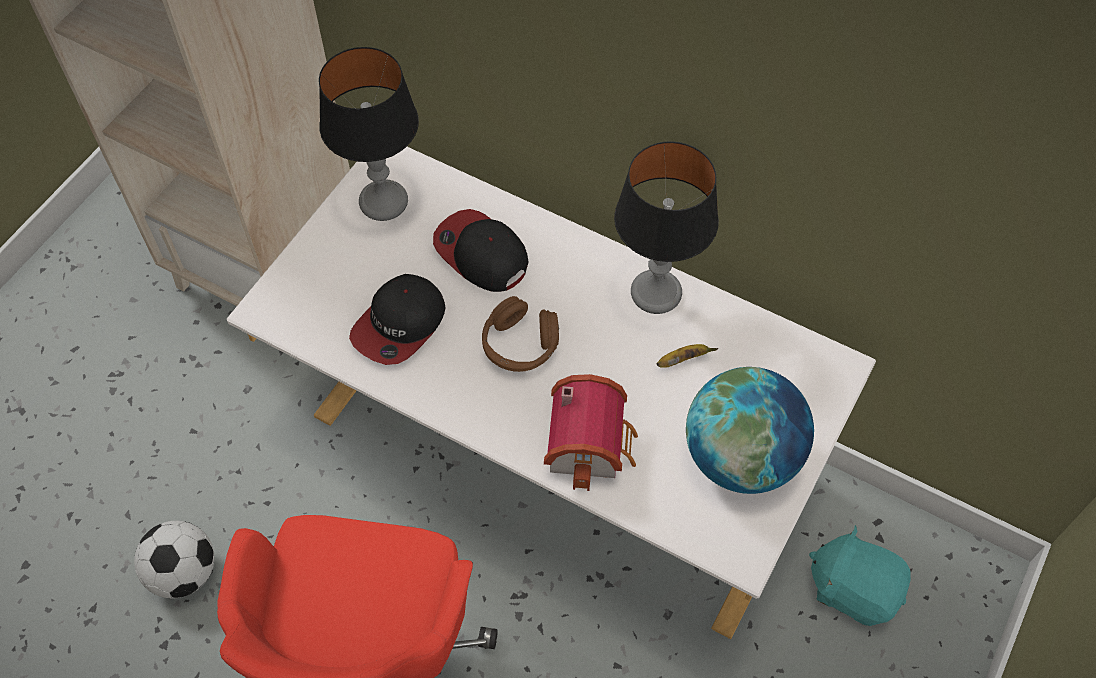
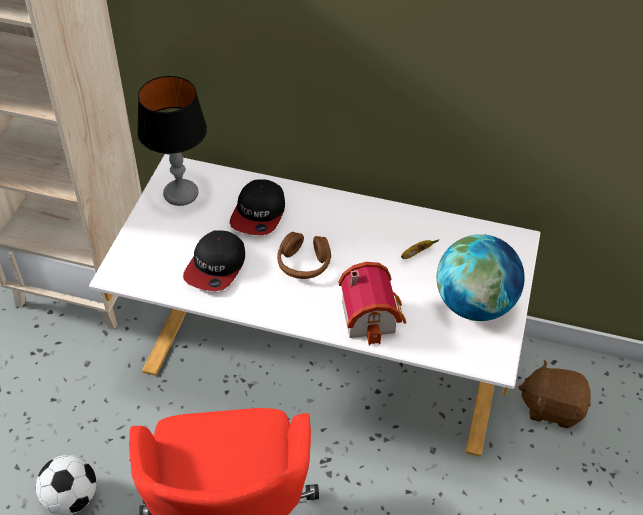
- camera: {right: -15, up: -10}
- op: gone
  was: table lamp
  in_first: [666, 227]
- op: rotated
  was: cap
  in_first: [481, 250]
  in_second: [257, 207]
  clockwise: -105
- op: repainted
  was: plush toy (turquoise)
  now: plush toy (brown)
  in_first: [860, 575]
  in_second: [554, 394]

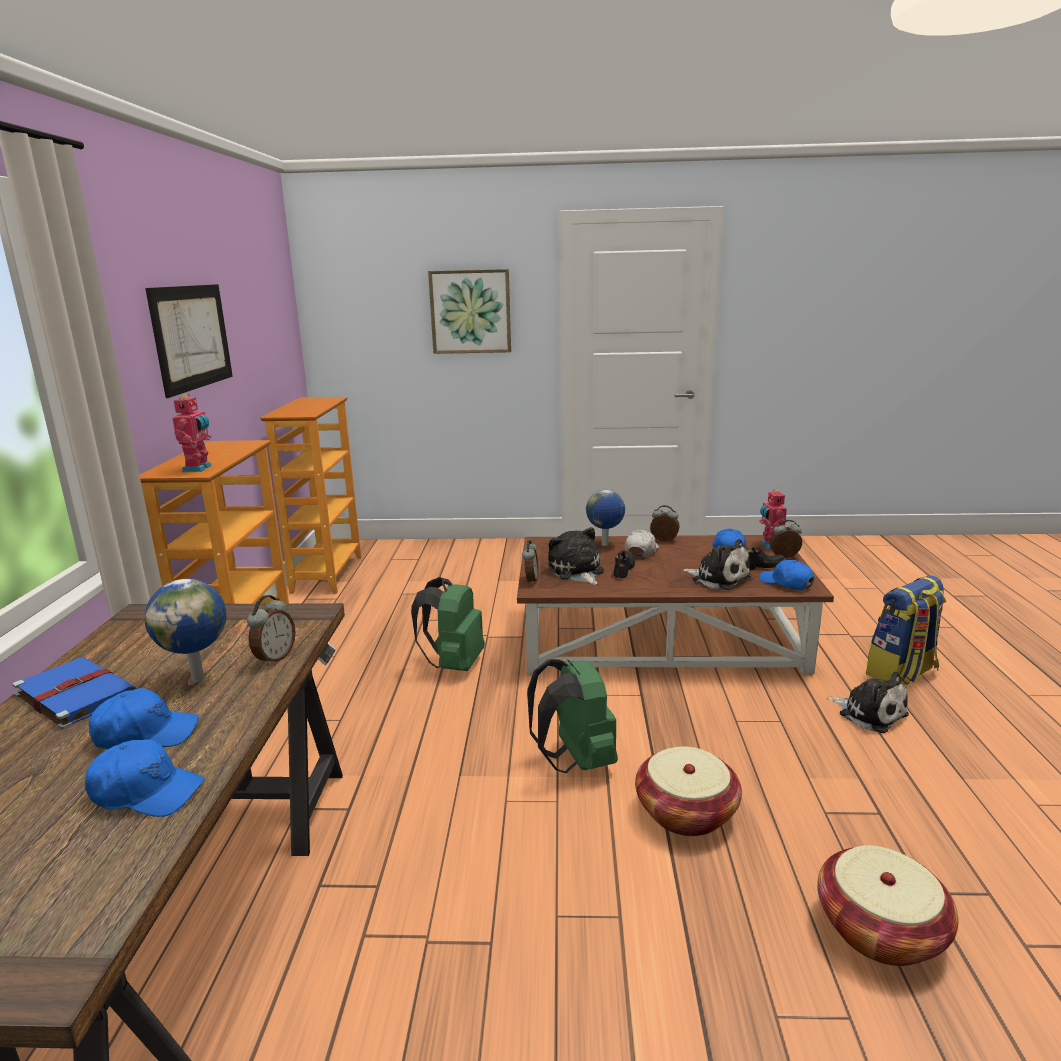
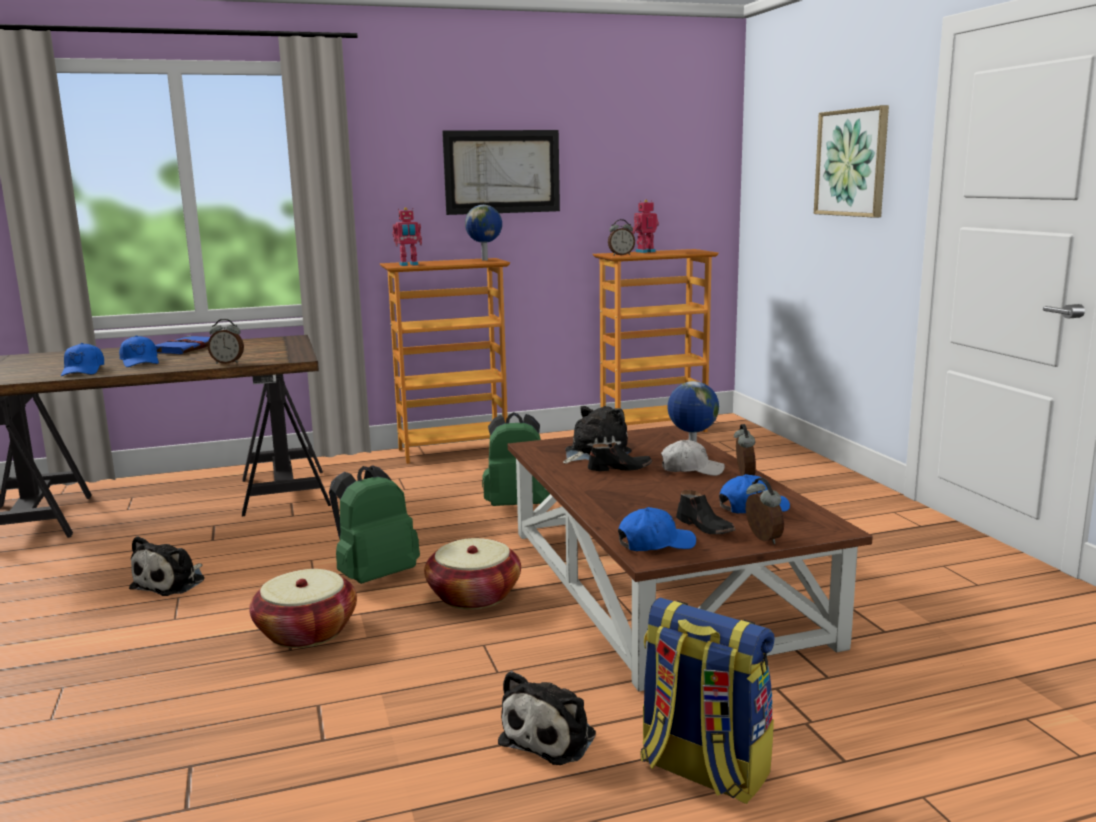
- camera: {right: 70, up: -5}
- op: shifted
  was: toy robot
  in_first: [773, 519]
  in_second: [645, 226]
- op: shifted
  was: plush toy
  in_first: [716, 564]
  in_second: [167, 566]
- op: shifted
  was: alarm clock
  in_first: [530, 562]
  in_second: [621, 237]
- op: rotated
  was: cap (blue)
  in_first: [786, 575]
  in_second: [657, 529]
  clockwise: 45
- op: shifted
  was: globe
  in_first: [185, 630]
  in_second: [483, 233]
- op: shifted
  was: basket
  in_first: [888, 905]
  in_second: [472, 574]

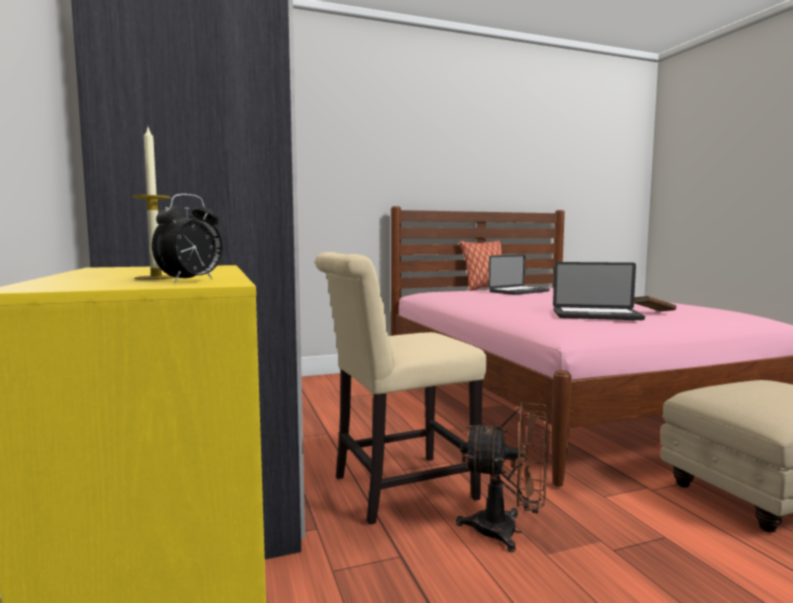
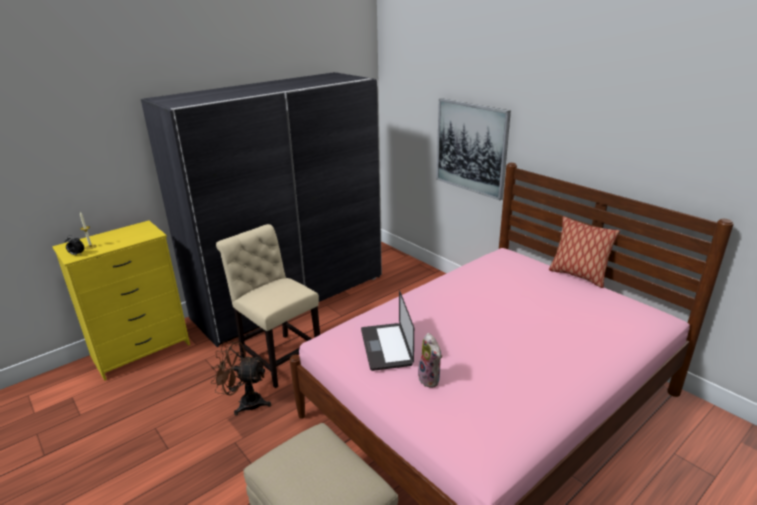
- camera: {right: 70, up: 20}
- op: gone
  was: laptop
  in_first: [519, 275]
- op: swapped
  was: book (brown)
  now: plush toy
  in_first: [655, 303]
  in_second: [430, 360]
- op: rotated
  was: fan (brown)
  in_first: [502, 477]
  in_second: [241, 378]
  clockwise: 105
- op: new
  now: picture
  in_second: [473, 149]

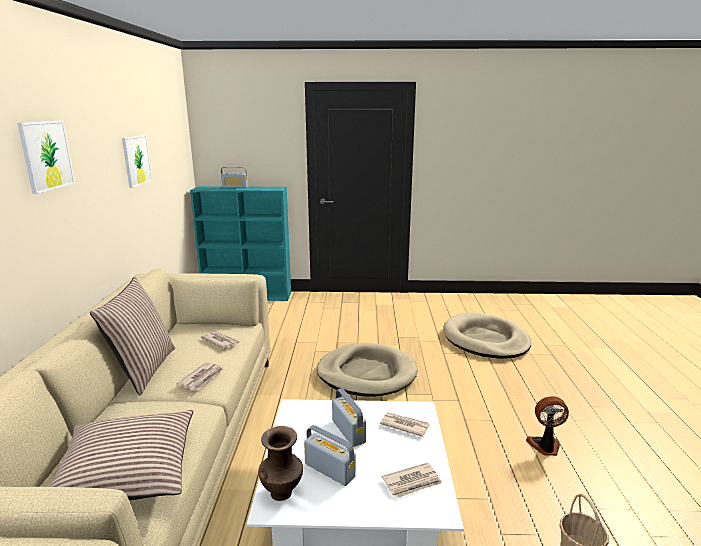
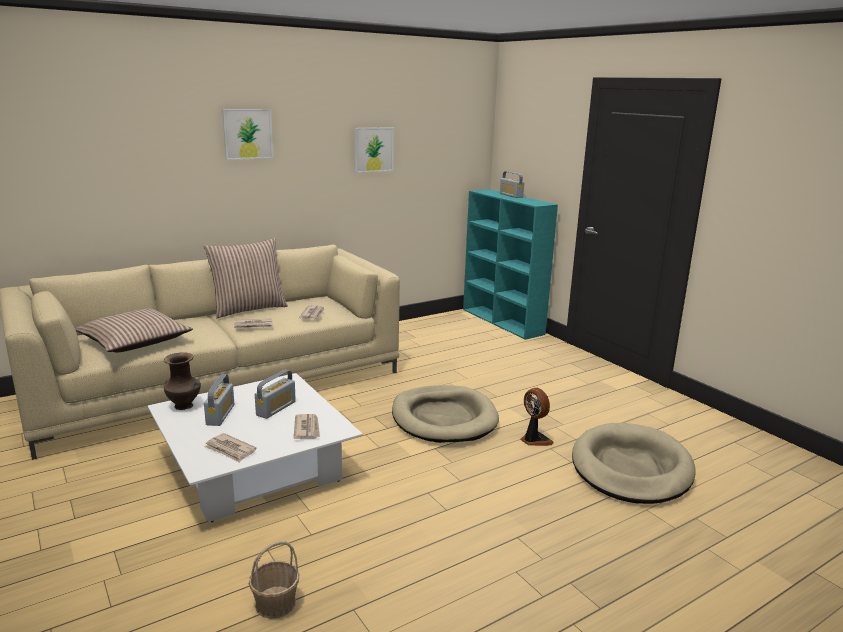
- camera: {right: 55, up: 0}
- op: shifted
  was: fan
  in_first: [547, 426]
  in_second: [537, 417]

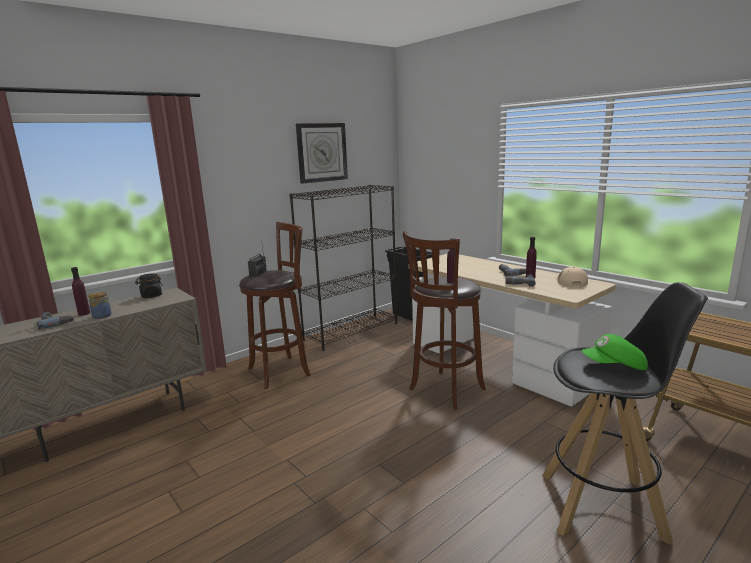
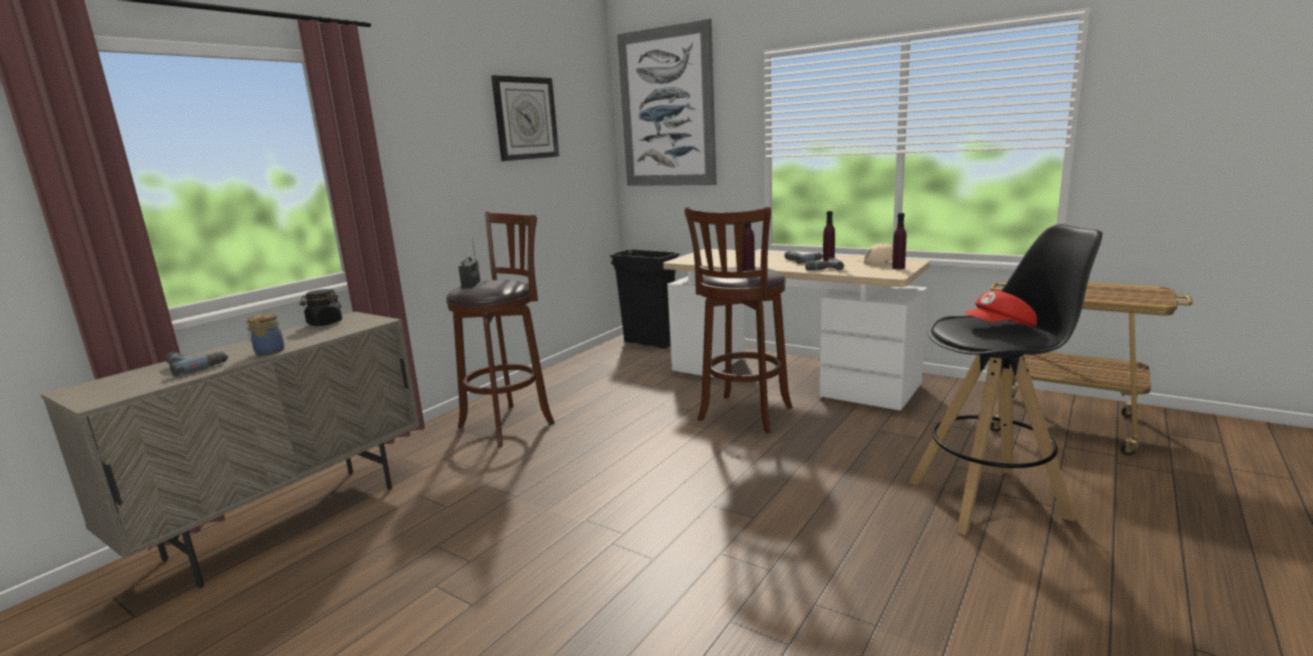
- camera: {right: -15, up: 0}
- op: gone
  was: bookcase (black)
  in_first: [343, 268]
- op: shifted
  was: bottle (purple)
  in_first: [80, 291]
  in_second: [899, 241]
- op: repainted
  was: cap (green)
  now: cap (red)
  in_first: [615, 352]
  in_second: [1000, 309]
- op: new
  now: picture
  in_second: [666, 102]

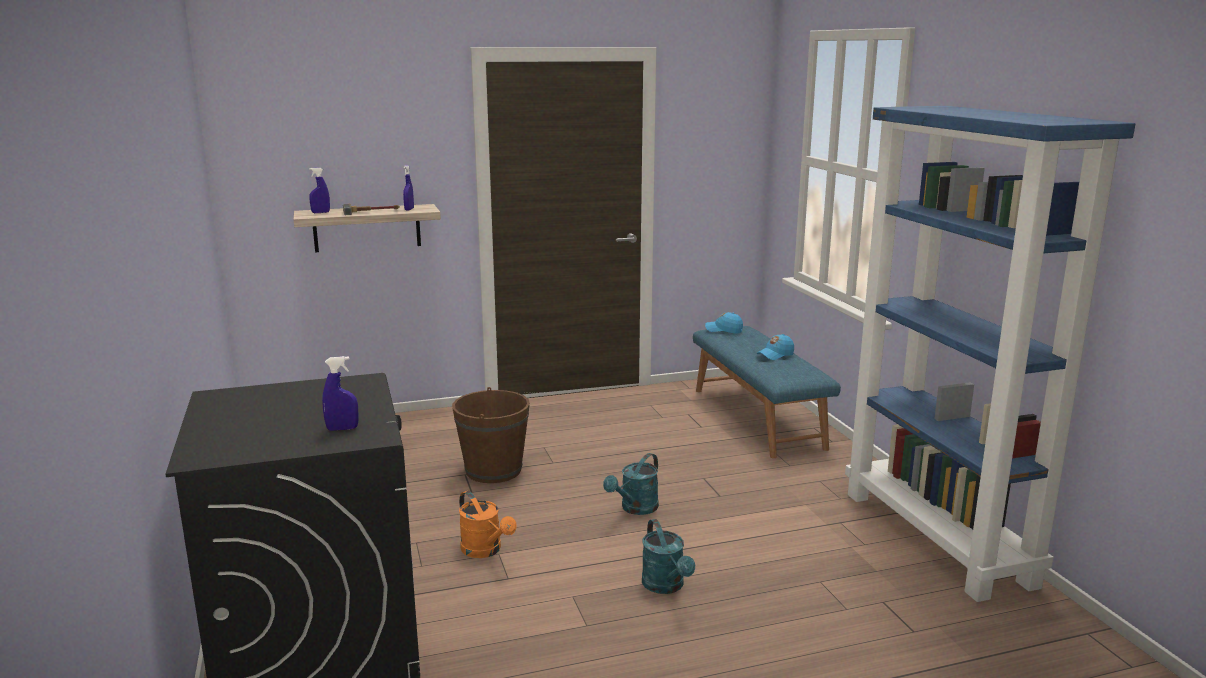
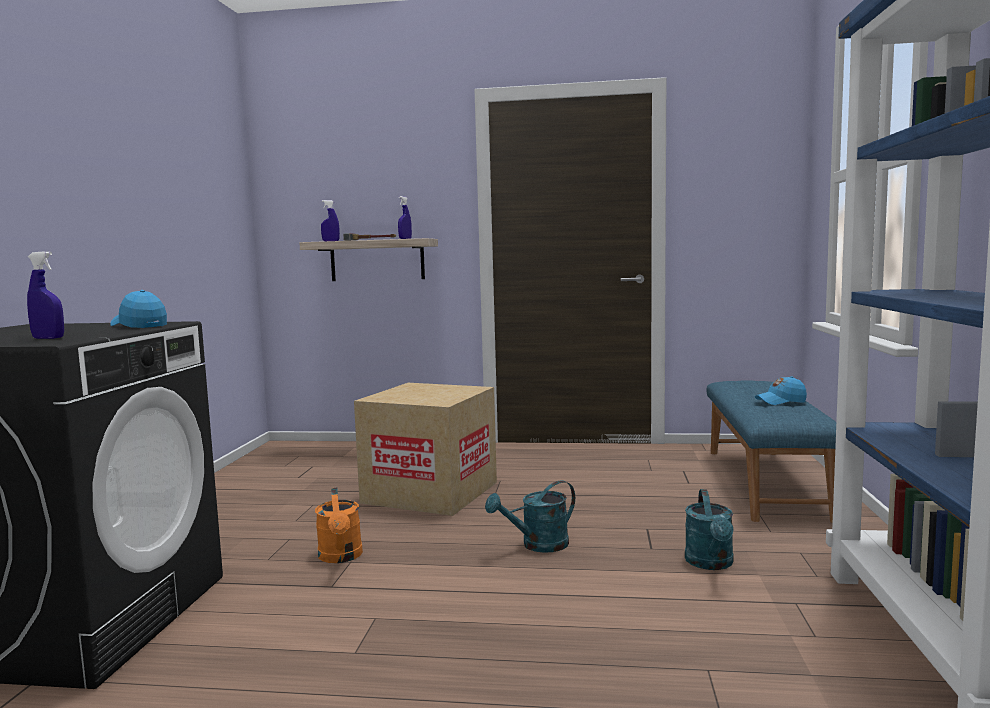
- camera: {right: 25, up: -10}
- op: shifted
  was: cap (blue)
  in_first: [724, 323]
  in_second: [138, 309]
- op: swapped
  was: bucket (brown)
  now: cardboard box
  in_first: [491, 435]
  in_second: [425, 449]
- op: shifted
  was: watering can (turquoise)
  in_first: [668, 556]
  in_second: [709, 529]

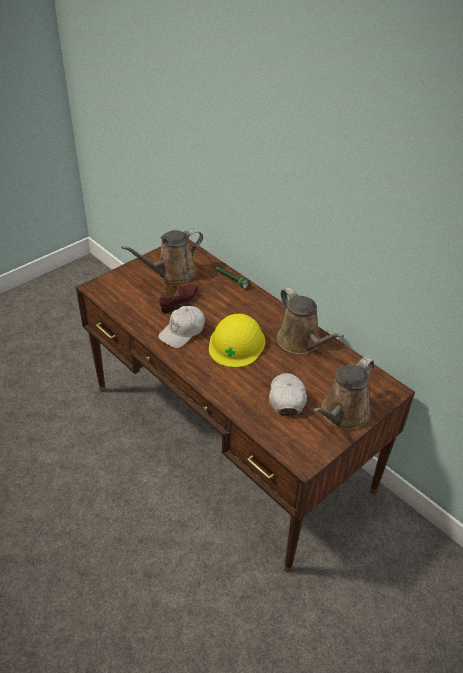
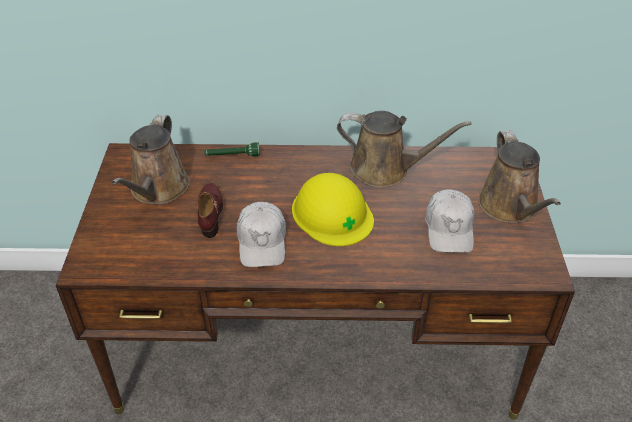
- camera: {right: -45, up: 0}
- op: rotated
  was: cap (white)
  in_first: [288, 394]
  in_second: [450, 221]
  clockwise: -135

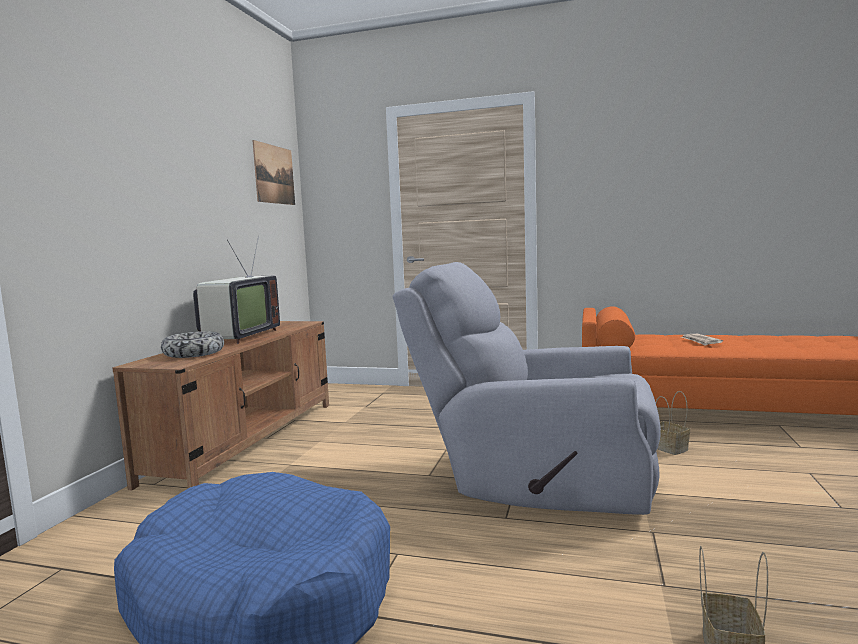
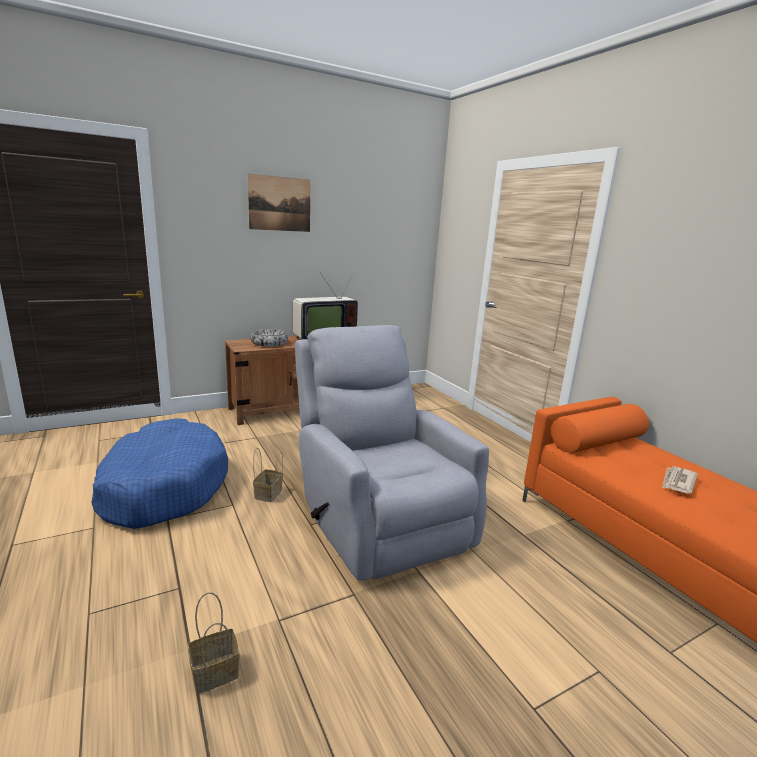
- camera: {right: 45, up: 10}
- op: shifted
  was: picture
  in_first: [274, 172]
  in_second: [279, 203]
- op: shifted
  was: basket
  in_first: [673, 423]
  in_second: [268, 475]

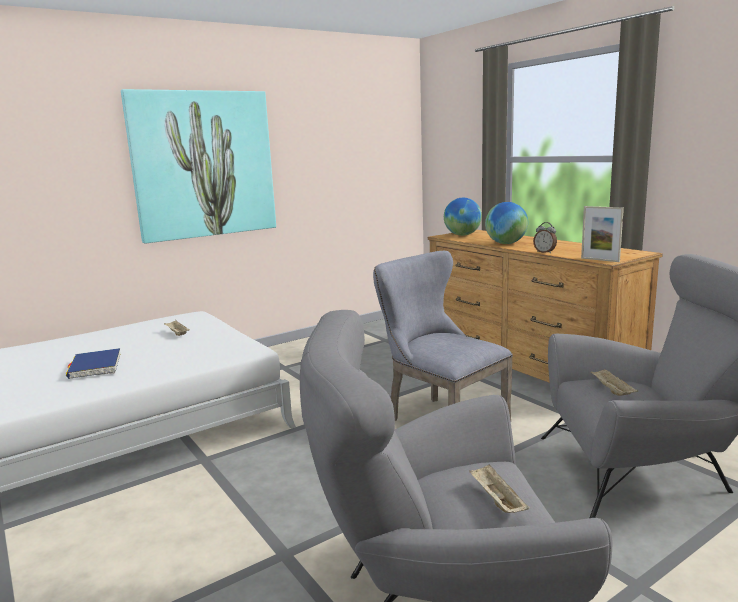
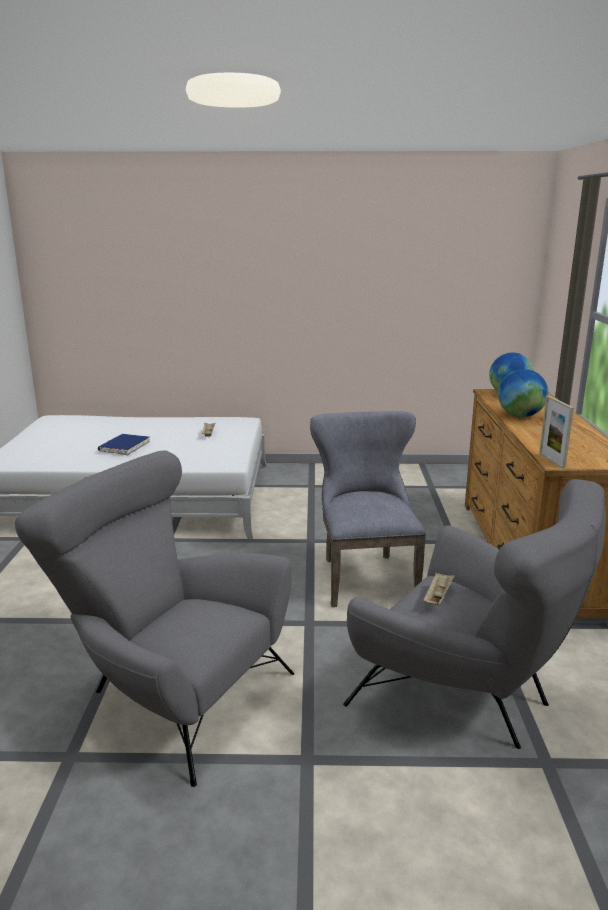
- camera: {right: 35, up: 5}
- op: gone
  was: picture
  in_first: [198, 166]
- op: gone
  was: alarm clock
  in_first: [545, 238]
- op: gone
  was: tray (beige)
  in_first: [499, 488]

